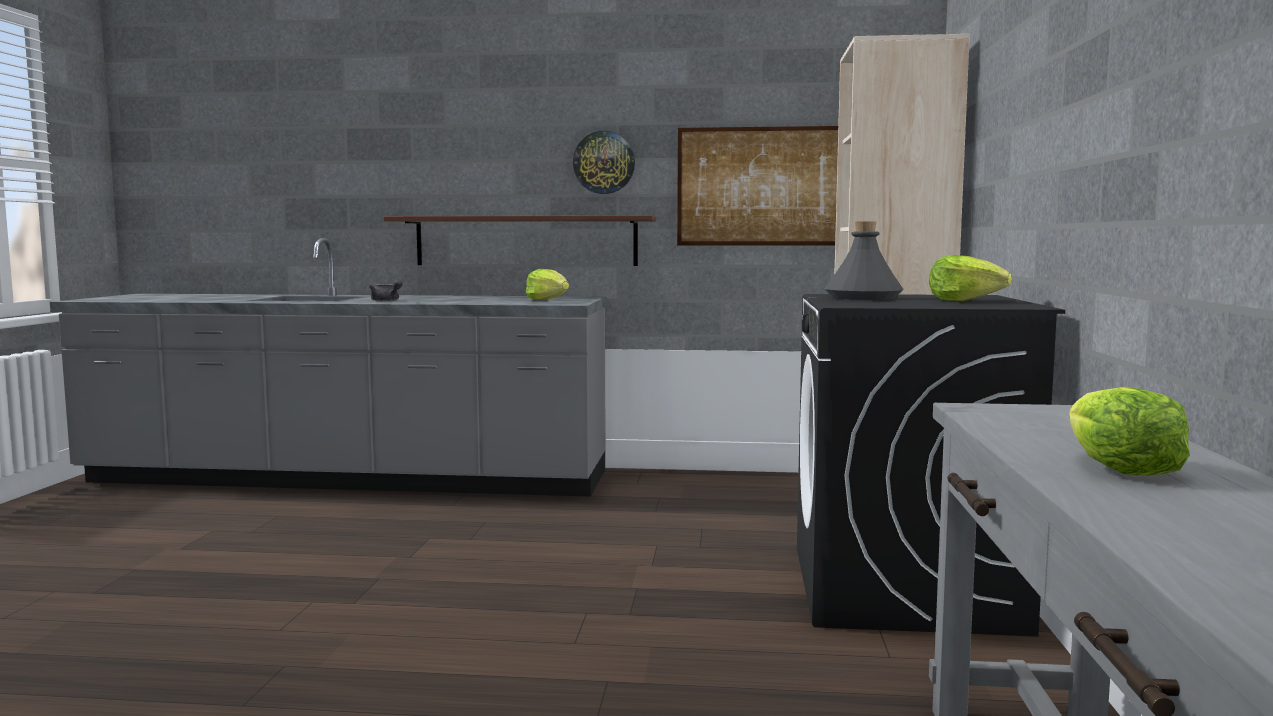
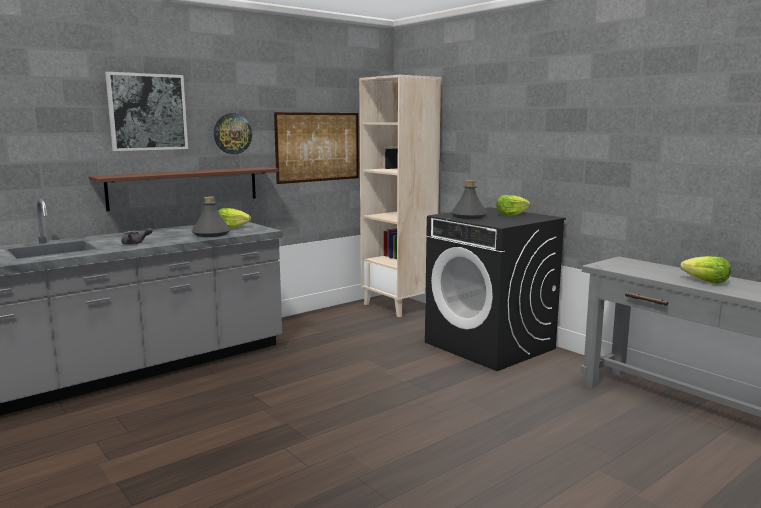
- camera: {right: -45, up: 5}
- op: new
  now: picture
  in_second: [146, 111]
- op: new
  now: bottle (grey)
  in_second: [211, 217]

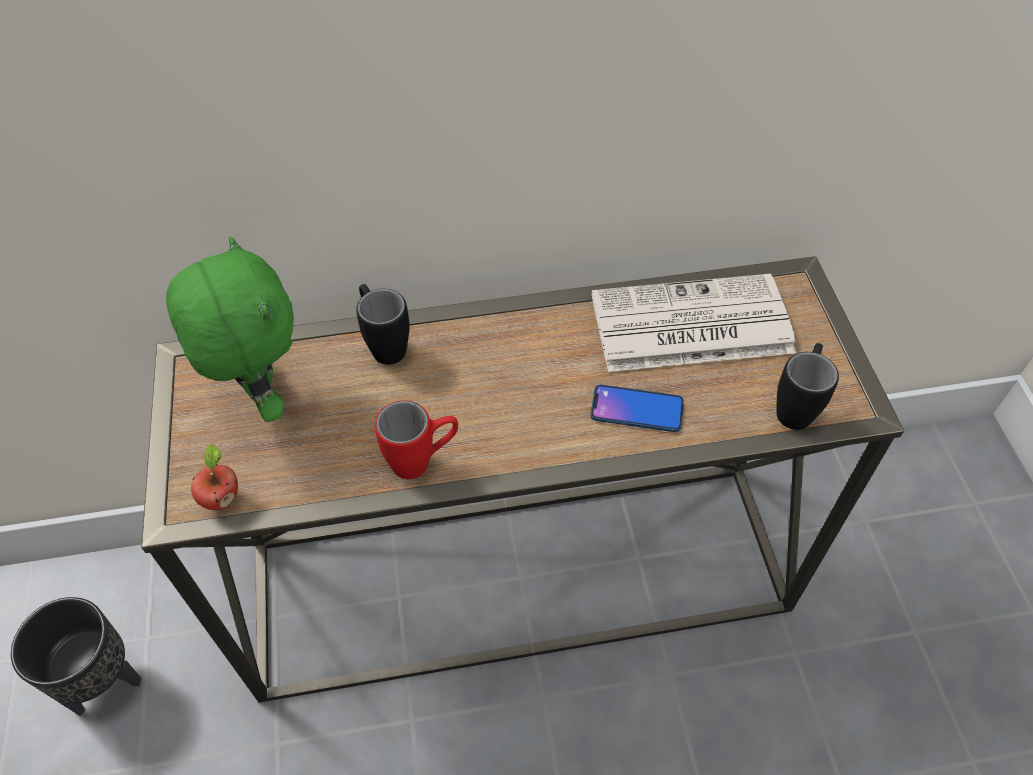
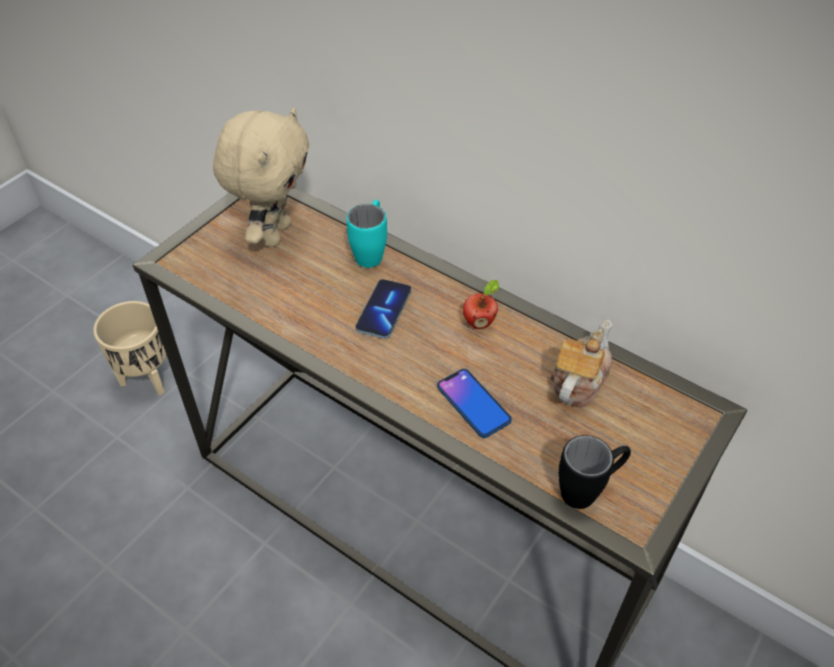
- camera: {right: 45, up: -5}
- op: repainted
  was: plush toy (green)
  now: plush toy (beige)
  in_first: [230, 329]
  in_second: [261, 177]
- op: swapped
  was: newspaper
  now: teapot
  in_first: [694, 323]
  in_second: [581, 364]
- op: repainted
  was: mug (black)
  now: mug (turquoise)
  in_first: [383, 324]
  in_second: [366, 234]
- op: gone
  was: mug (red)
  in_first: [416, 440]
- op: shifted
  was: apple
  in_first: [214, 477]
  in_second: [481, 304]
- op: repainted
  was: planter (black)
  now: planter (beige)
  in_first: [76, 656]
  in_second: [129, 348]
- op: new
  now: phone
  in_second: [383, 309]

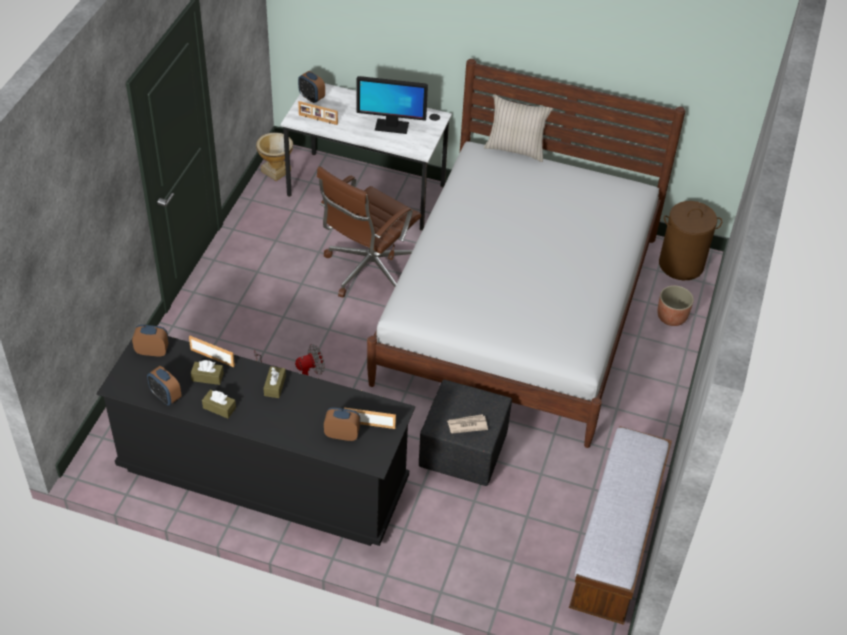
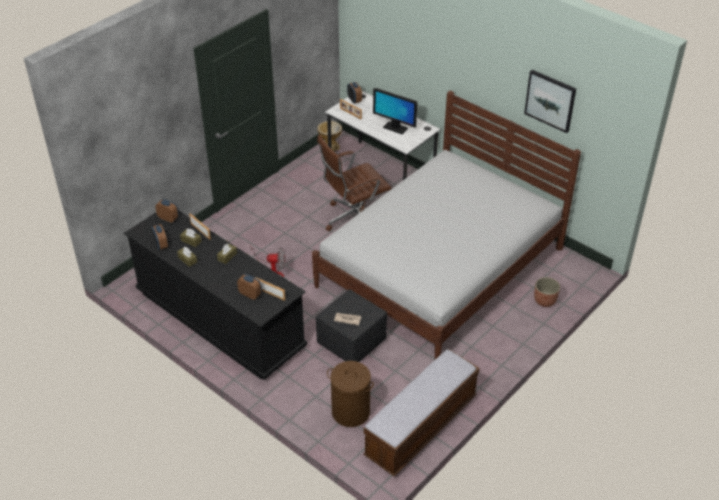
- camera: {right: 25, up: -5}
- op: gone
  was: pillow (beige)
  in_first: [518, 128]
- op: shifted
  was: laundry basket (brown)
  in_first: [690, 240]
  in_second: [350, 394]
- op: new
  now: picture
  in_second: [550, 101]

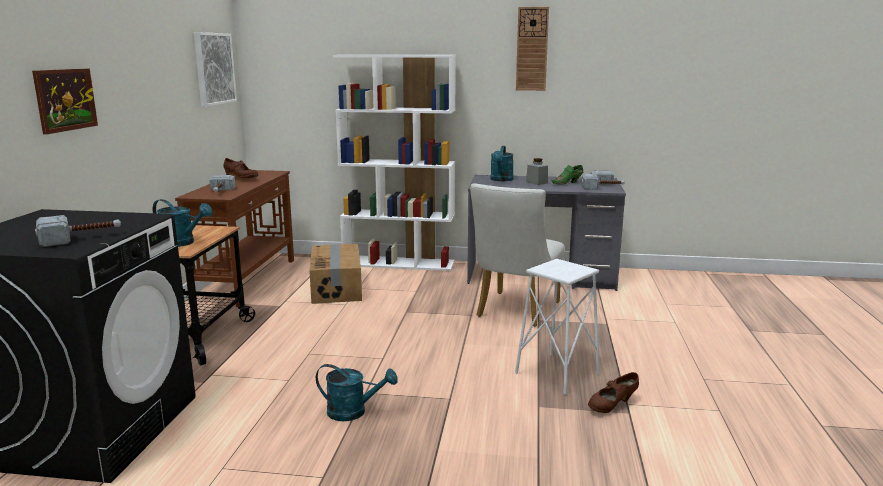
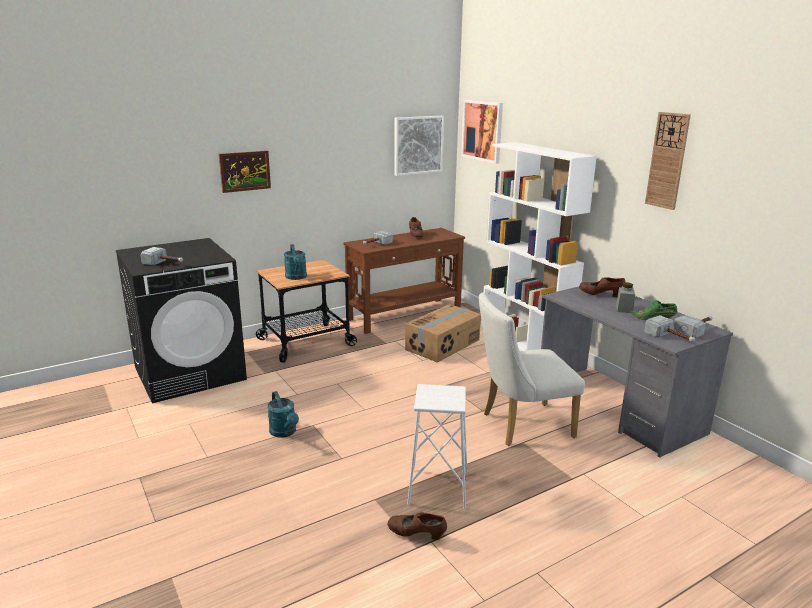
- camera: {right: 50, up: 5}
- op: swapped
  was: watering can (turquoise)
  now: shoe (brown)
  in_first: [502, 163]
  in_second: [602, 287]
- op: new
  now: picture
  in_second: [482, 132]

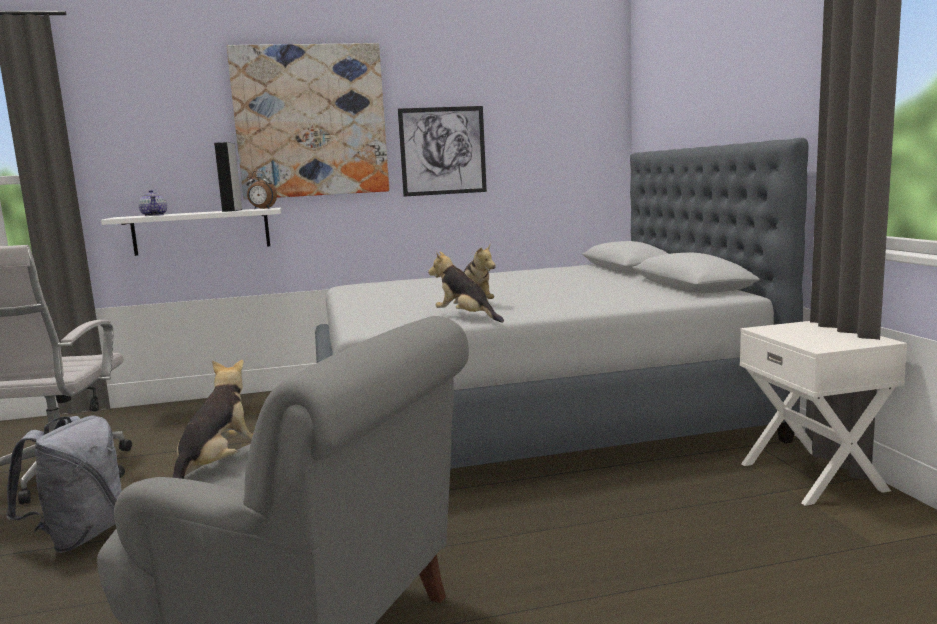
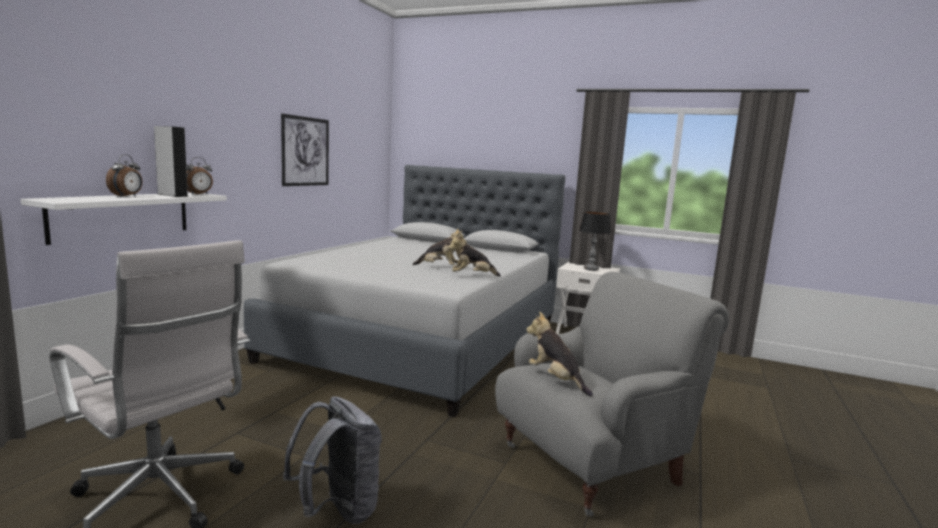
- camera: {right: -55, up: 0}
- op: gone
  was: picture
  in_first: [308, 121]
- op: gone
  was: teapot
  in_first: [153, 203]
- op: new
  now: alarm clock
  in_second: [124, 176]
- op: new
  now: table lamp
  in_second: [595, 241]

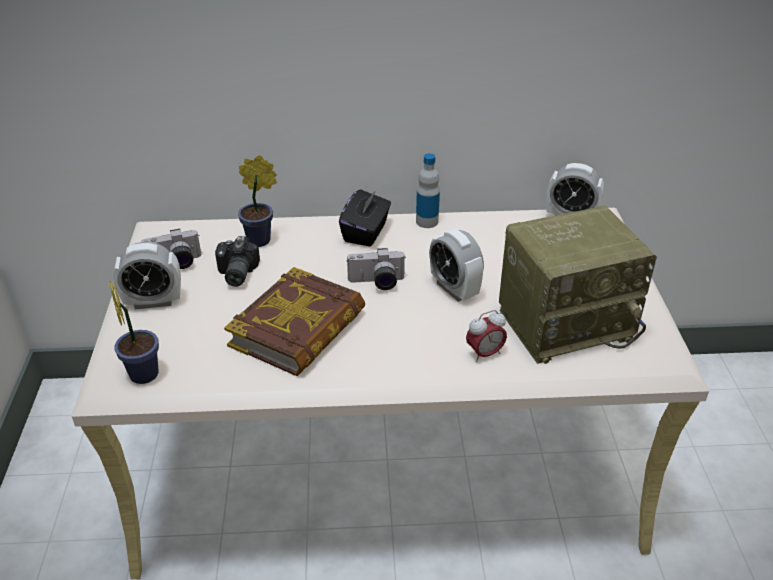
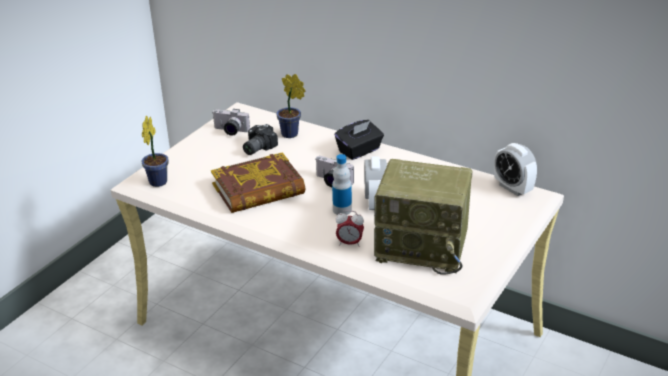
- camera: {right: 35, up: -5}
- op: shifted
  was: bottle
  in_first: [428, 190]
  in_second: [342, 184]
- op: gone
  was: alarm clock
  in_first: [147, 275]

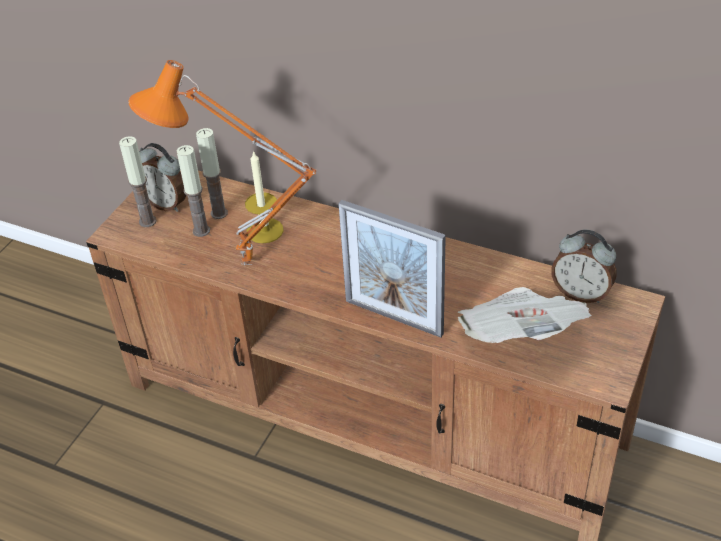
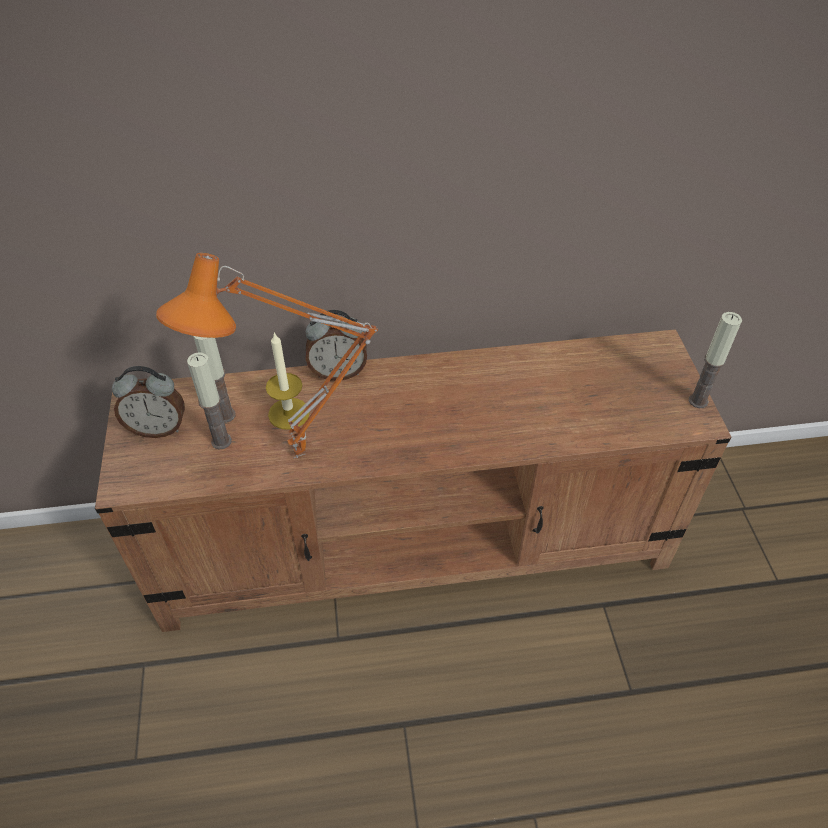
- camera: {right: -35, up: 5}
- op: shifted
  was: candle
  in_first: [138, 181]
  in_second: [715, 360]
- op: gone
  was: picture frame
  in_first: [392, 269]
- op: shifted
  was: alarm clock
  in_first: [584, 266]
  in_second: [336, 345]
- op: gone
  was: newspaper
  in_first: [524, 315]

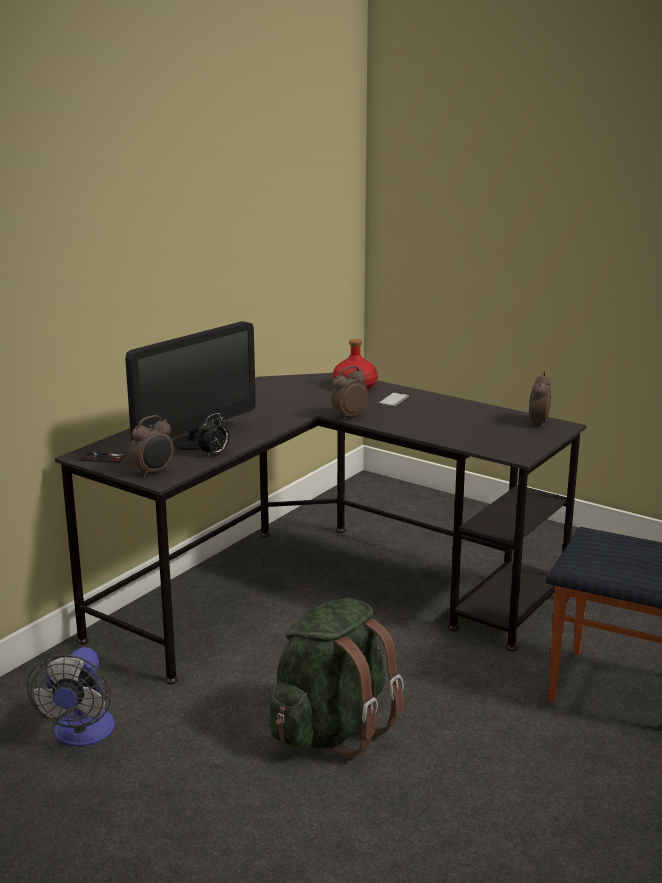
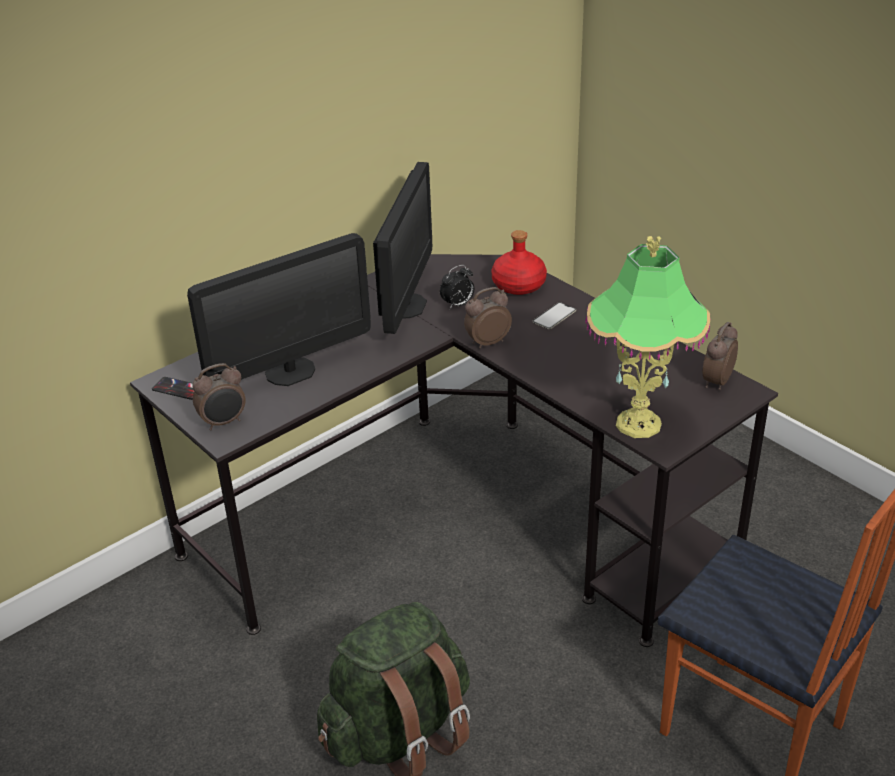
- camera: {right: 15, up: 15}
- op: shifted
  was: alarm clock
  in_first: [214, 435]
  in_second: [457, 287]
- op: gone
  was: fan
  in_first: [71, 696]
- op: new
  now: monitor
  in_second: [402, 248]
- op: new
  now: table lamp
  in_second: [648, 337]

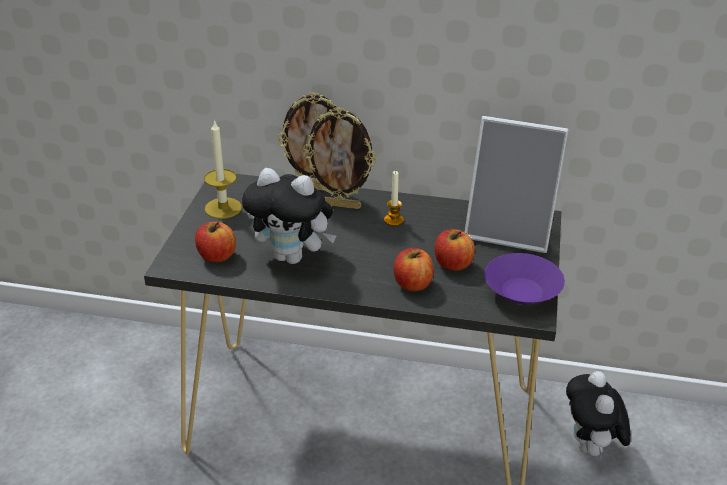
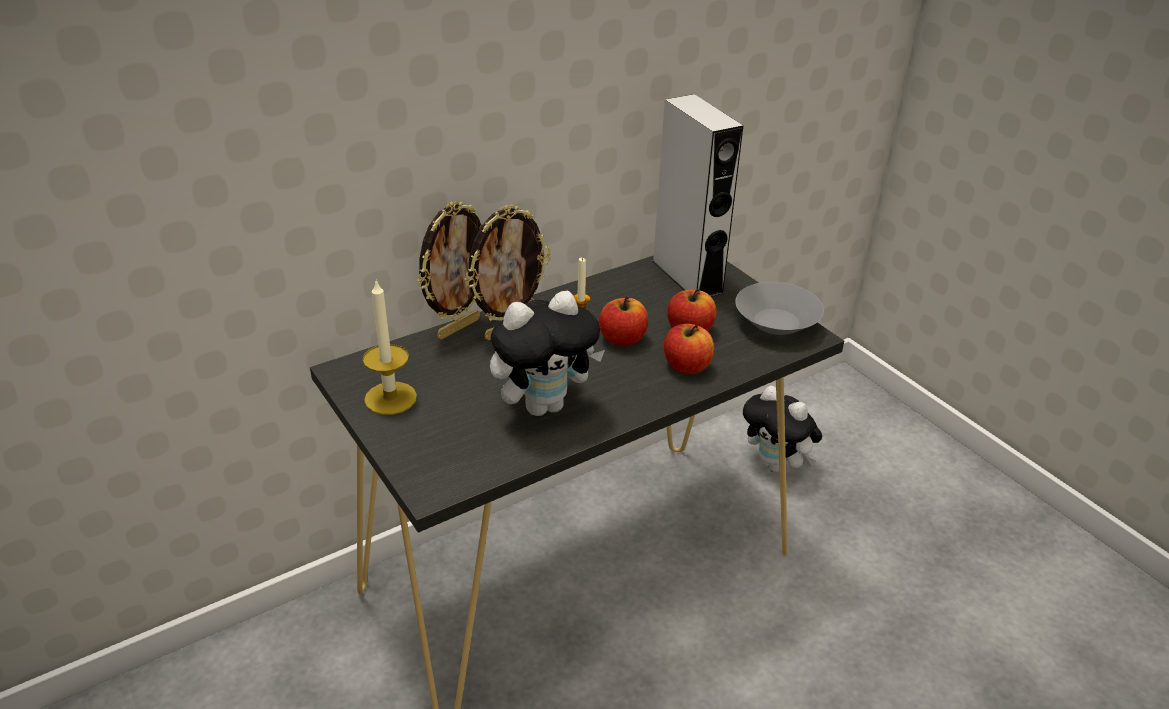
- camera: {right: -45, up: 0}
- op: swapped
  was: picture frame
  now: speaker (grey)
  in_first: [517, 184]
  in_second: [698, 195]
- op: shifted
  was: apple
  in_first: [215, 242]
  in_second: [623, 321]
- op: repainted
  was: bowl (purple)
  now: bowl (grey)
  in_first: [524, 279]
  in_second: [779, 308]

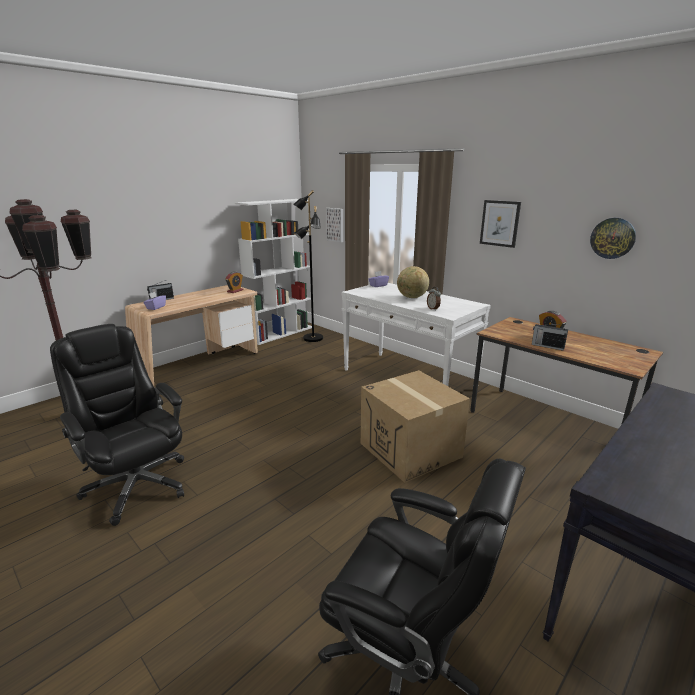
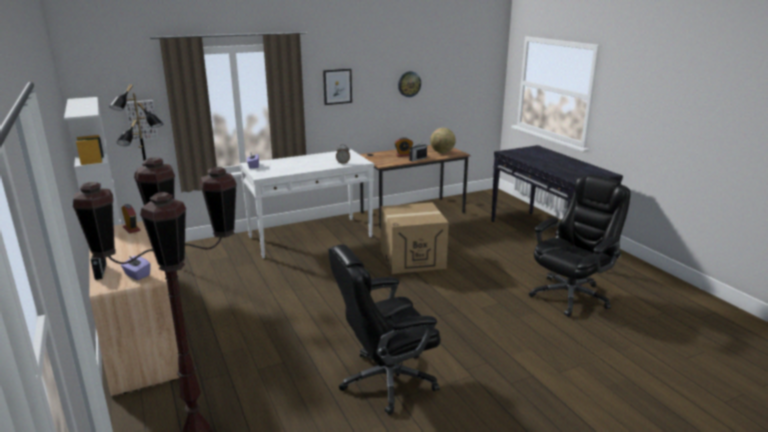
- camera: {right: -70, up: 0}
- op: shifted
  was: globe
  in_first: [413, 282]
  in_second: [443, 140]

